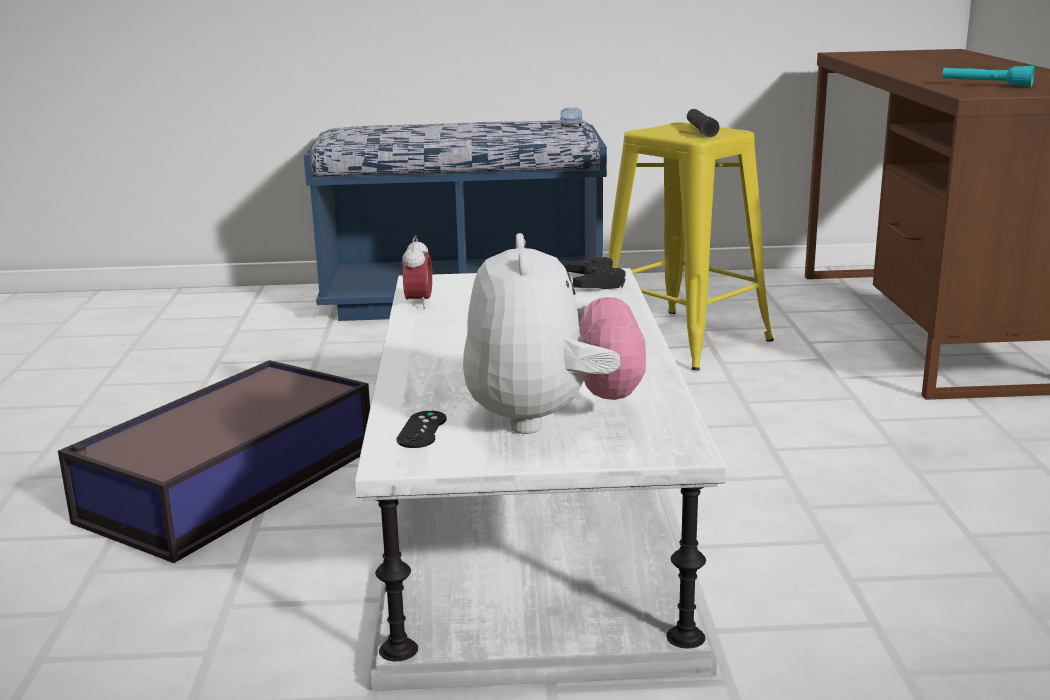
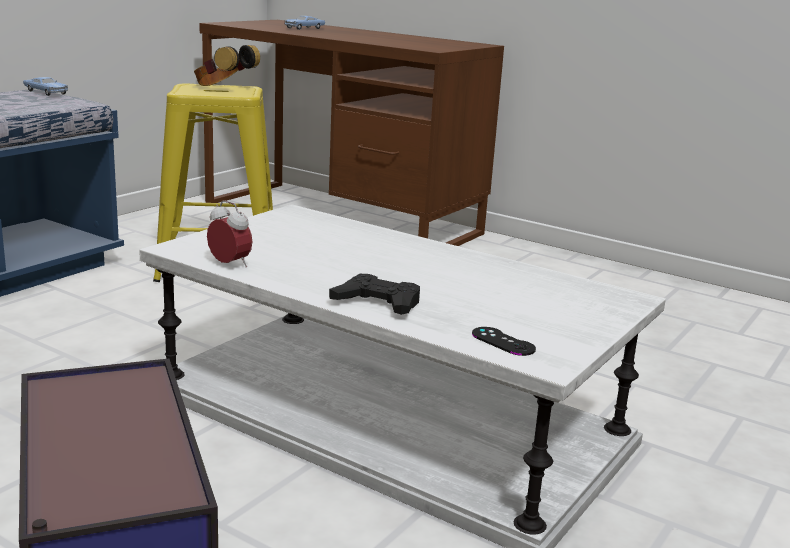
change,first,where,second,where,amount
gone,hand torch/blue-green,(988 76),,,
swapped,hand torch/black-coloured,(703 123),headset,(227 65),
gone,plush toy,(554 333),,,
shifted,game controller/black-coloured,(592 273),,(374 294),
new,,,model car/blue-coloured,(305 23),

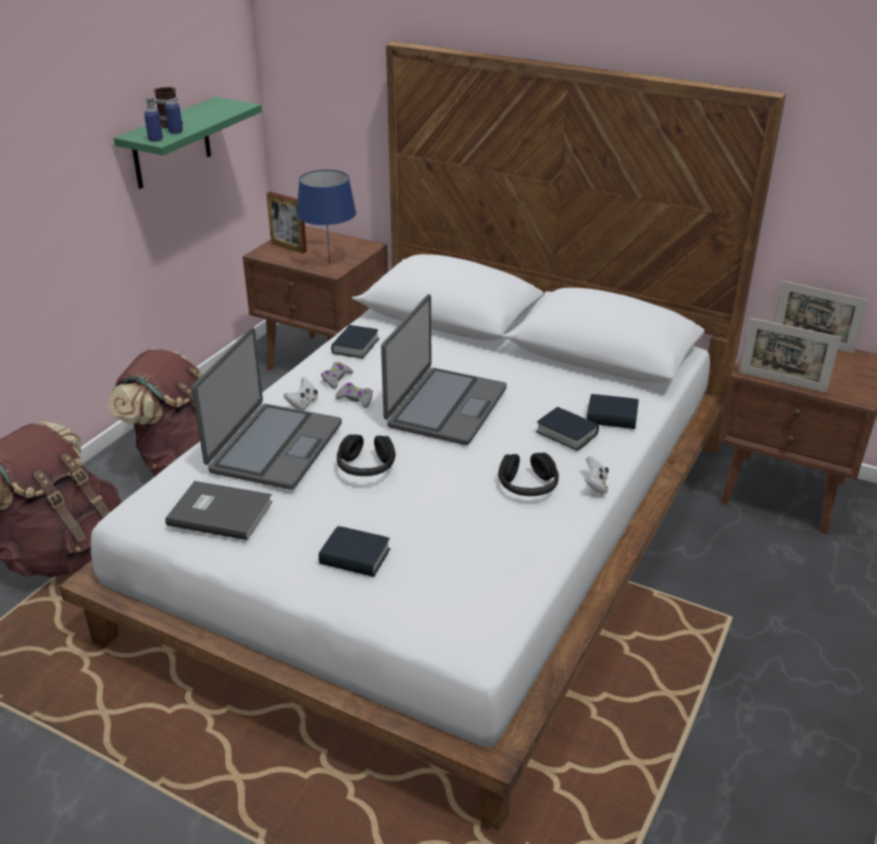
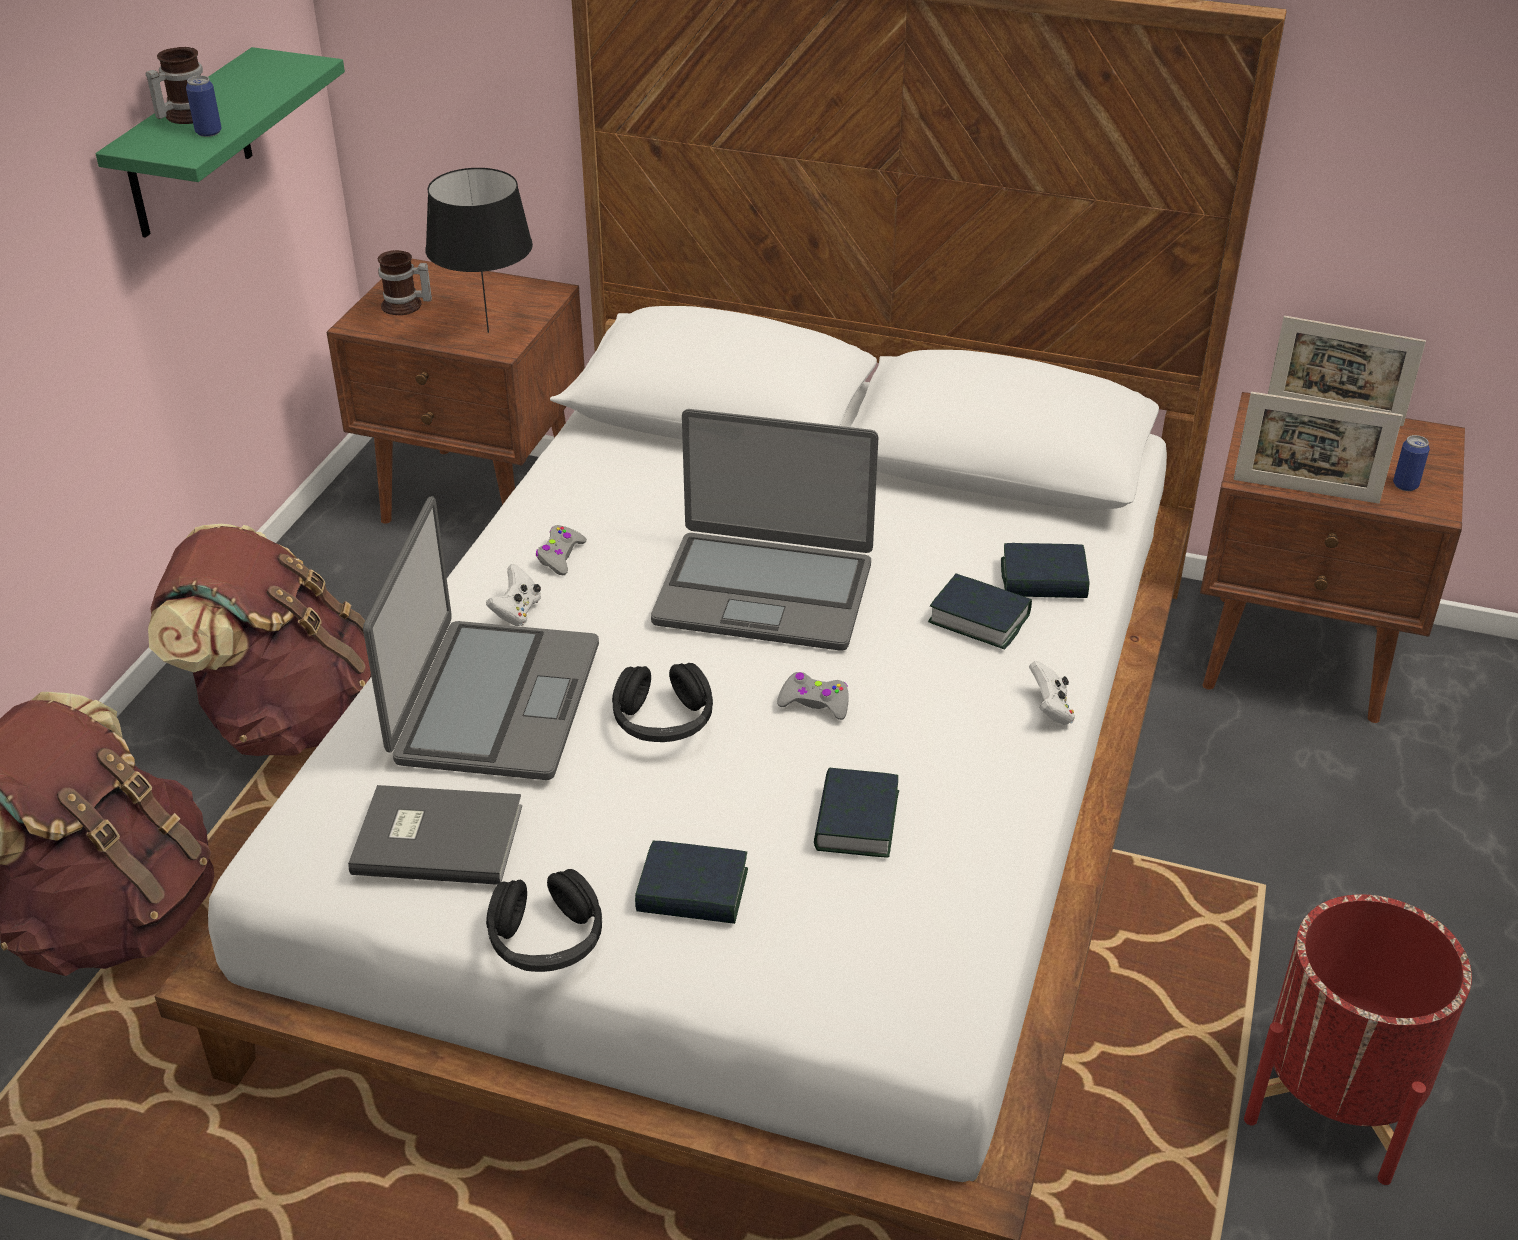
change,first,where,second,where,amount
shifted,can,(153 125),,(1411 463),
repainted,lamp for a table/blue-coloured,(326 216),lamp for a table/black-coloured,(479 250),
swapped,standing frame,(286 222),coffee mug,(405 282),
rotated,notebook computer,(444 369),,(764 530),90 degrees clockwise
shifted,volume,(355 341),,(856 813),
shifted,game controller/grey,(354 395),,(813 696),
shifted,headset/black-coloured,(528 474),,(544 920),
new,,,plant pot/red-coloured,(1358 1039),

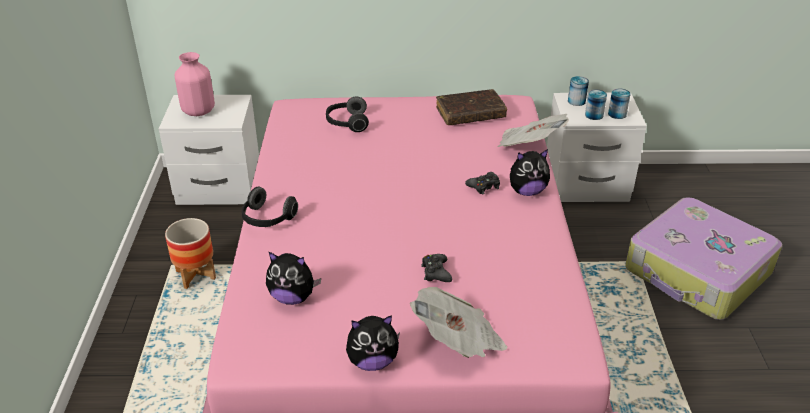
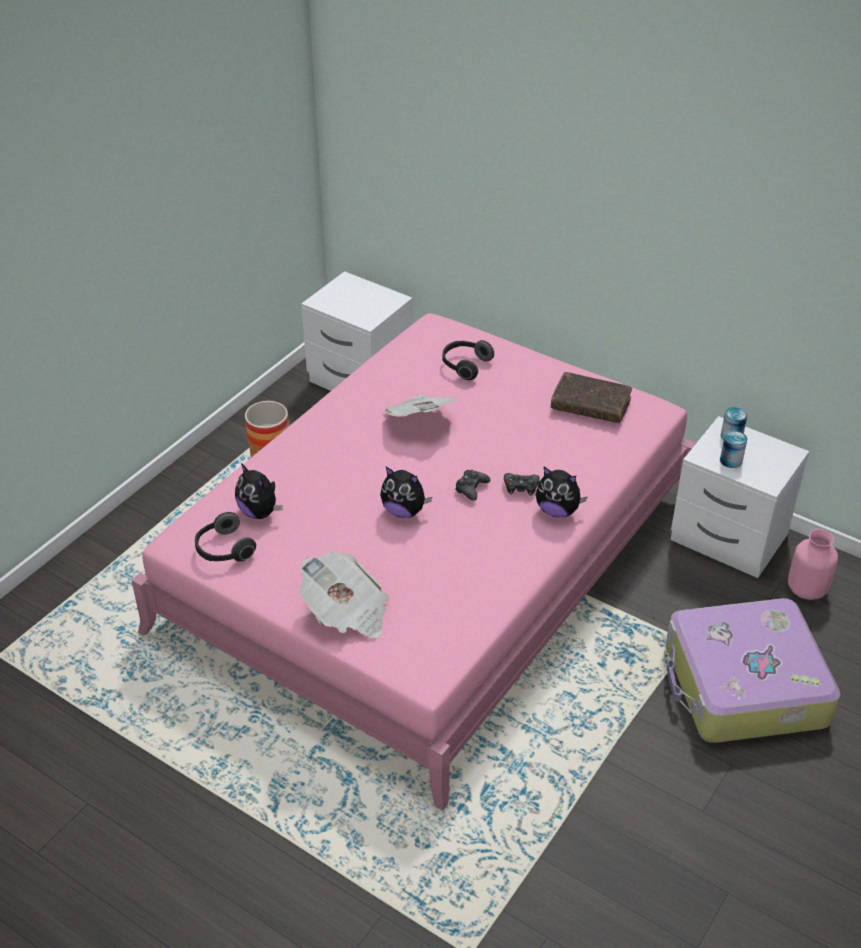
change,first,where,second,where,amount
shifted,decorative vase/pink,(195 84),,(813 564),
gone,can,(619 104),,,
shifted,printed paper,(533 130),,(420 406),
shifted,headset,(270 206),,(225 536),
shifted,game controller/black-coloured,(436 268),,(472 485),
shifted,plush toy,(373 343),,(406 492),

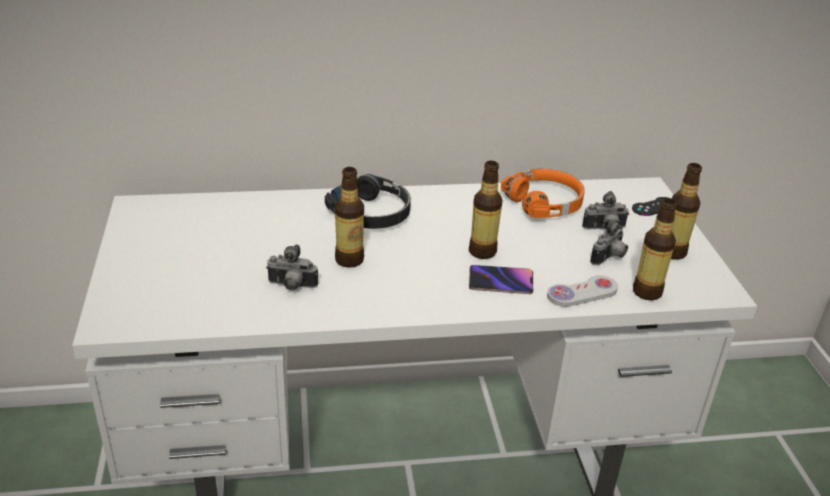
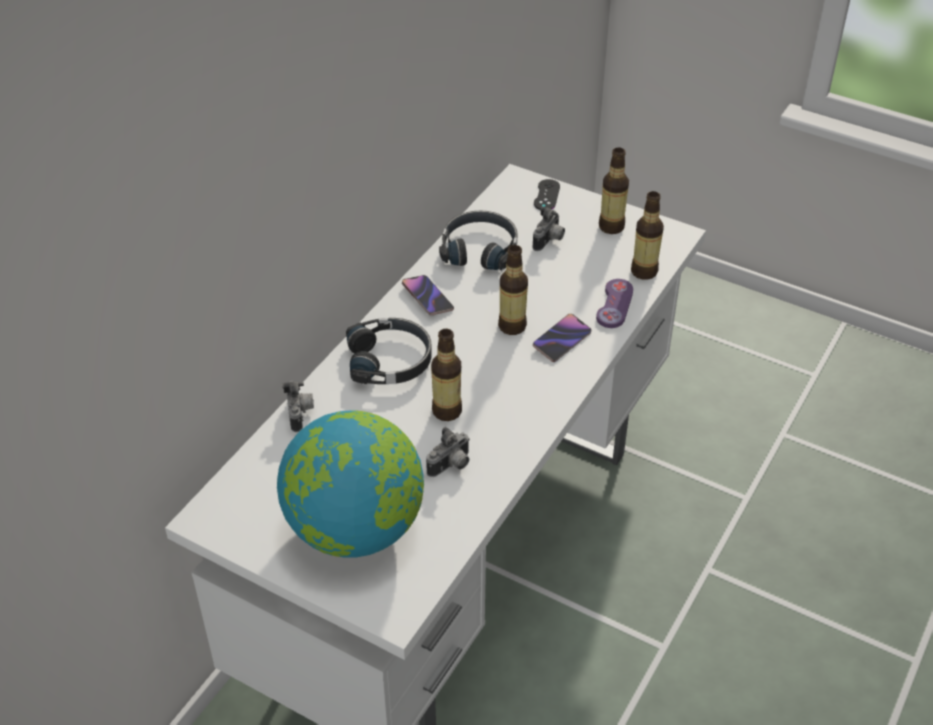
change,first,where,second,where,amount
repainted,headset/orange,(543 193),headset/black-coloured,(478 240),
shifted,photo camera,(609 241),,(298 406),
repainted,game controller/white,(582 291),game controller/purple,(614 303),
new,,,telephone,(428 295),
new,,,desk globe,(350 483),

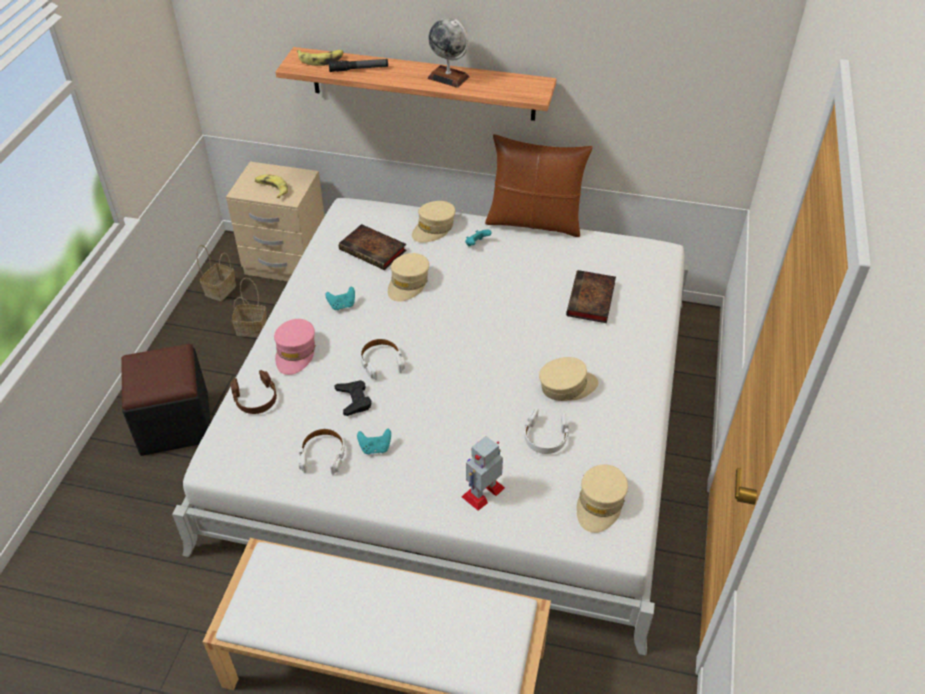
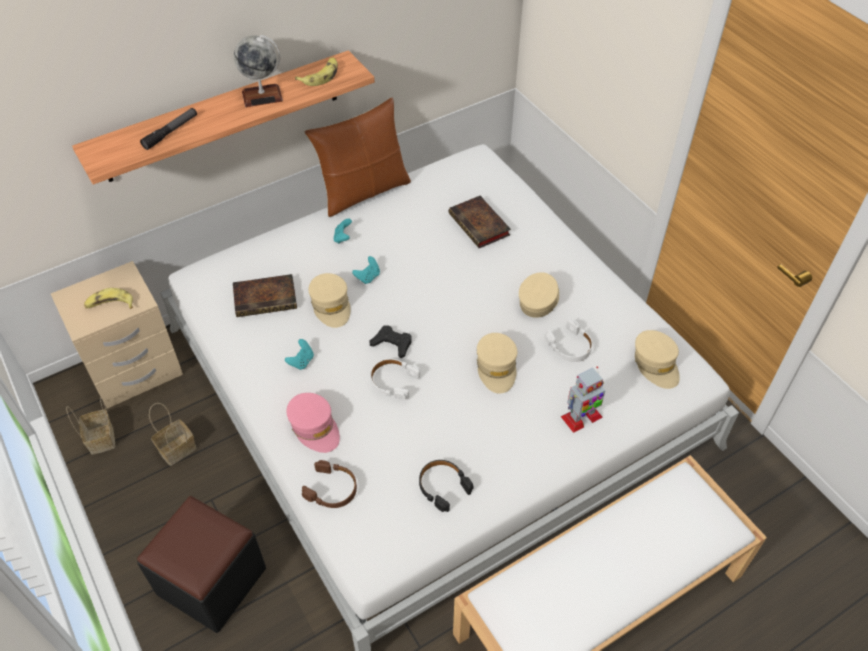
change,first,where,second,where,amount
shifted,whole banana,(320 58),,(316 71),
shifted,peaked cap/beige-coloured,(434 222),,(497 363),
shifted,game controller/black-coloured,(353 398),,(391 342),
repainted,headset/white,(321 451),headset/black-coloured,(446 486),
shifted,game controller/blue-green,(374 441),,(366 270),
rotated,robot figure,(483 473),,(583 399),120 degrees counterclockwise

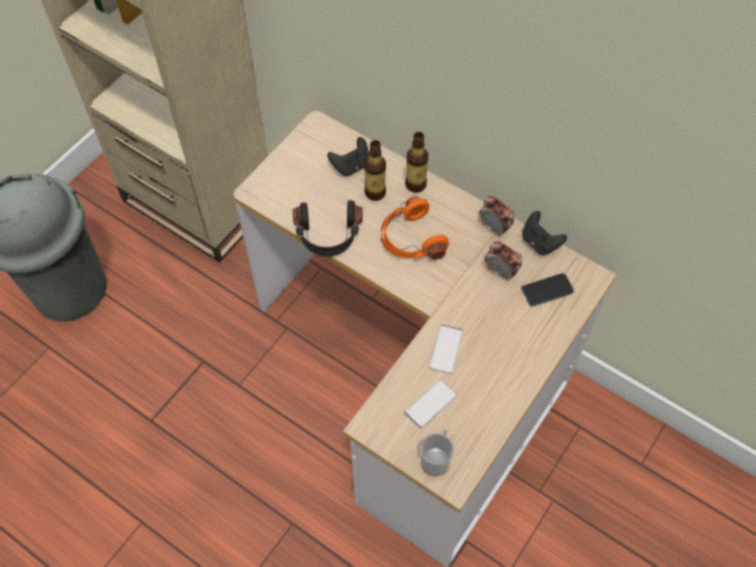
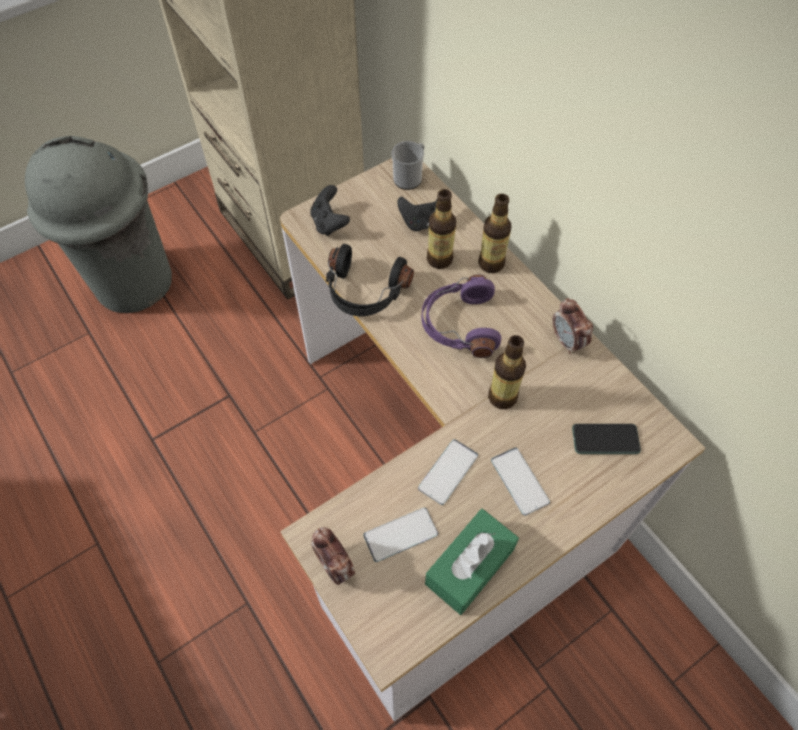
change,first,where,second,where,amount
repainted,headset/orange,(415 228),headset/purple,(461 316),
shifted,game controller/black-coloured,(544 233),,(330 210),
shifted,bedside clock,(503 261),,(333 556),
shifted,coffee mug,(437 453),,(408 165),
new,,,bottle,(507 372),
new,,,telephone,(520 482),
new,,,box of tissues/green-coloured,(472 562),

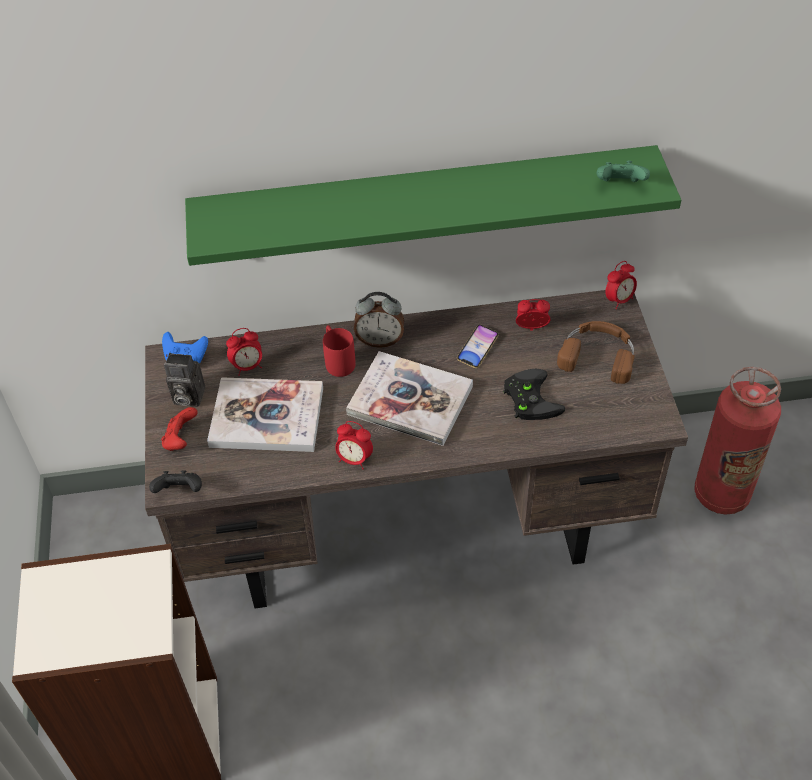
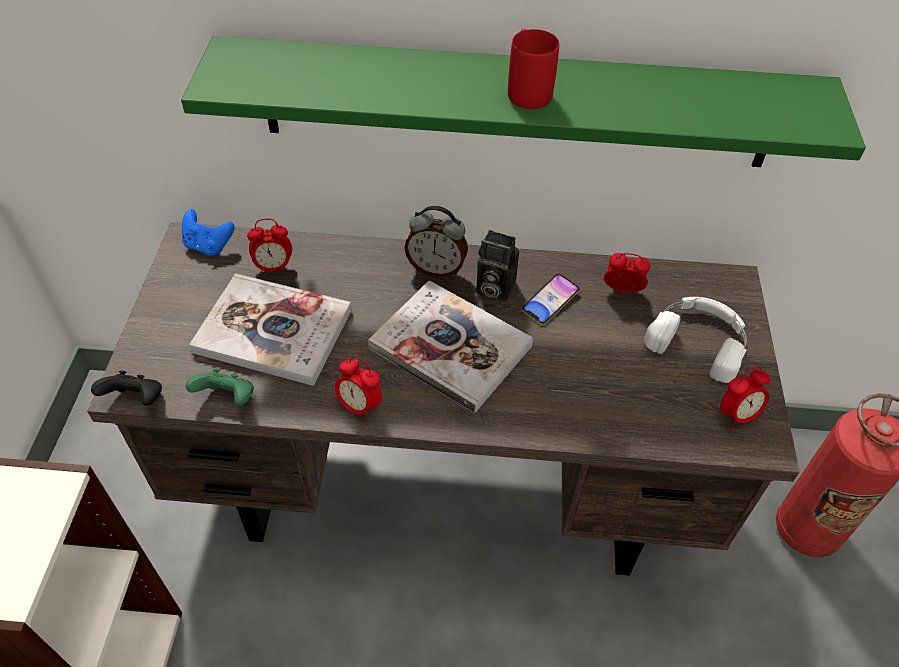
change,first,where,second,where,amount
shifted,game controller/green-coloured,(623 171),,(220 387),
shifted,bedside clock,(621 285),,(745 398),
repainted,headset/brownish,(596 352),headset/white,(695 340),
shifted,coffee mug/red-coloured,(339 351),,(533 69),
shifted,photo camera,(184 380),,(497 266),
gone,game controller/black-coloured,(534 394),,,
gone,game controller/red-coloured,(179 429),,,

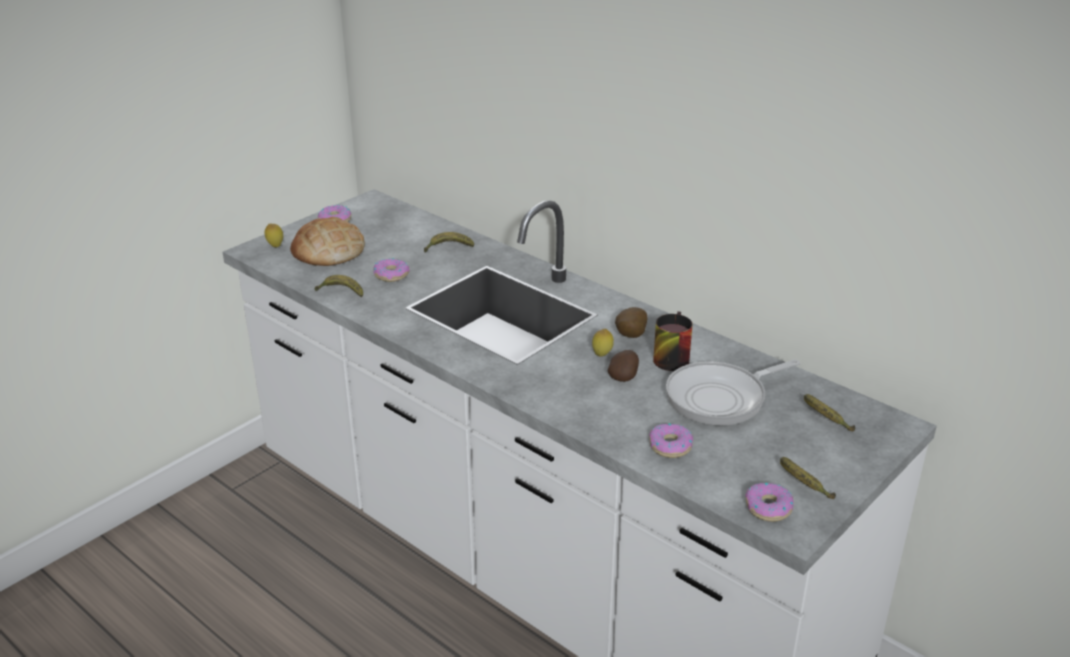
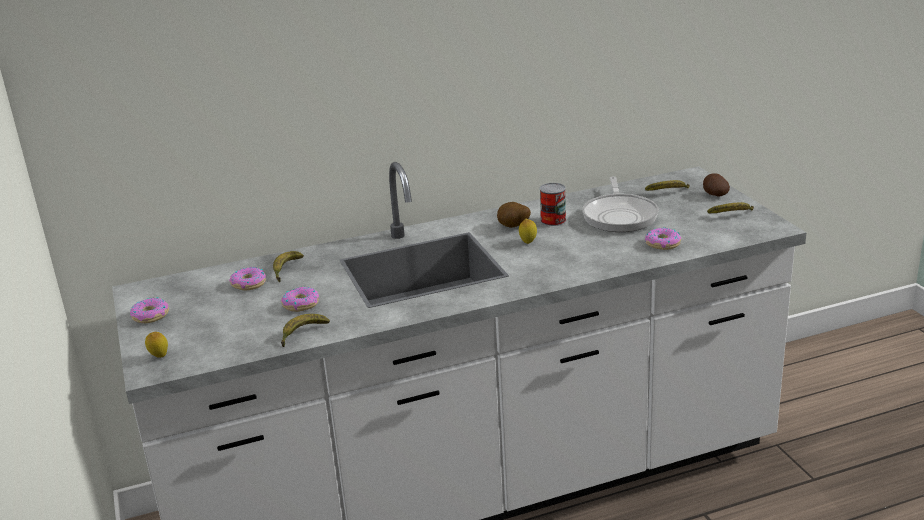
change,first,where,second,where,amount
gone,baked bread,(327 241),,,
swapped,coffee mug,(673 341),can,(552 204),
shifted,spud,(623 366),,(716 185),
shifted,donut,(769 502),,(247 278),

